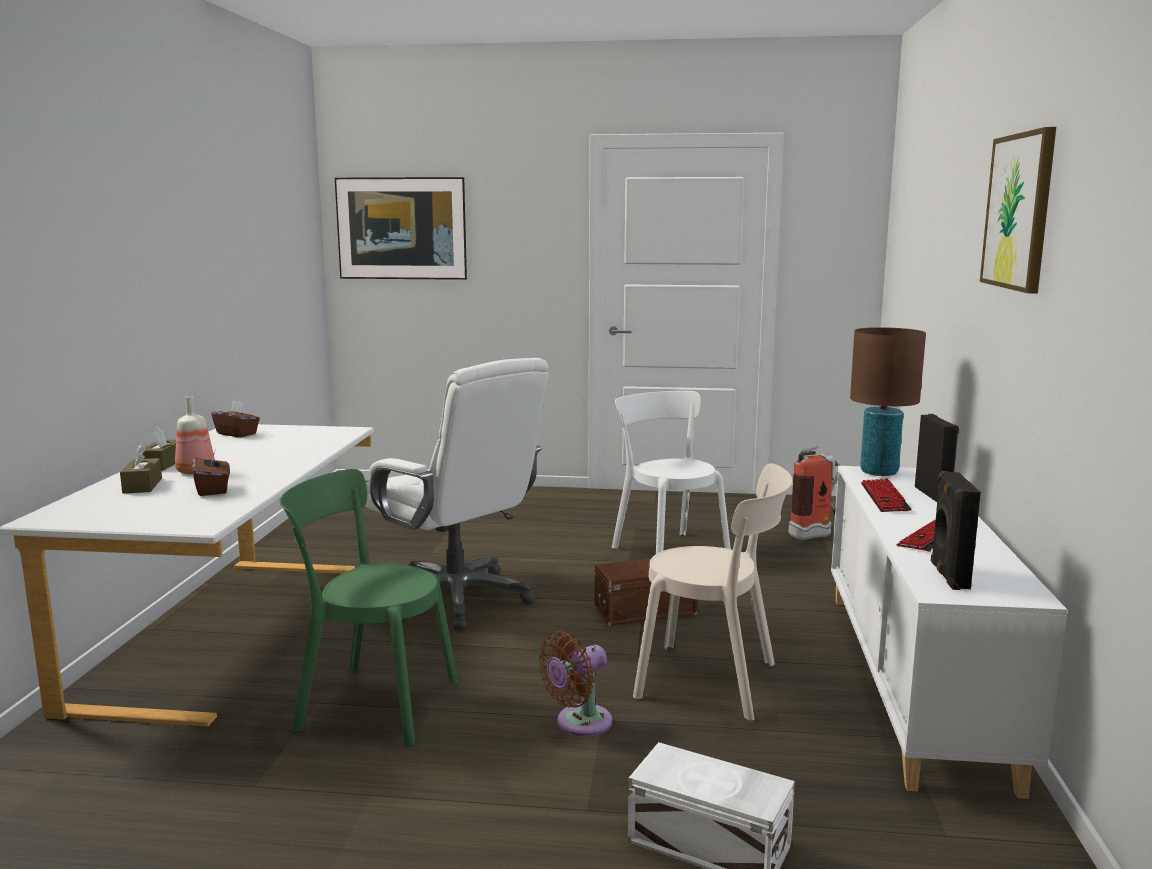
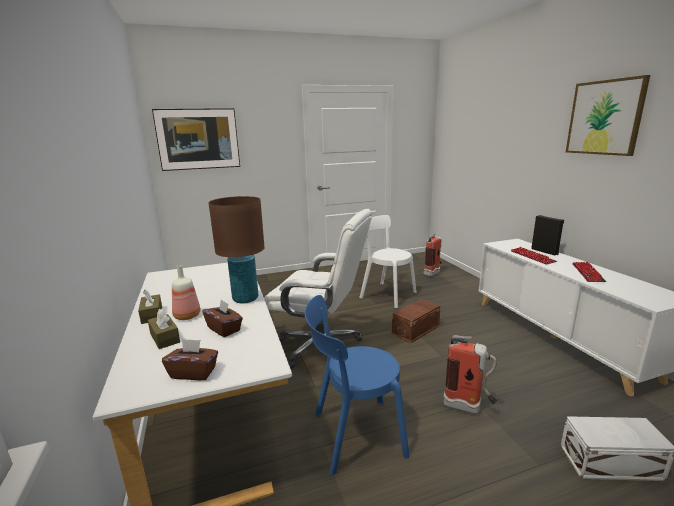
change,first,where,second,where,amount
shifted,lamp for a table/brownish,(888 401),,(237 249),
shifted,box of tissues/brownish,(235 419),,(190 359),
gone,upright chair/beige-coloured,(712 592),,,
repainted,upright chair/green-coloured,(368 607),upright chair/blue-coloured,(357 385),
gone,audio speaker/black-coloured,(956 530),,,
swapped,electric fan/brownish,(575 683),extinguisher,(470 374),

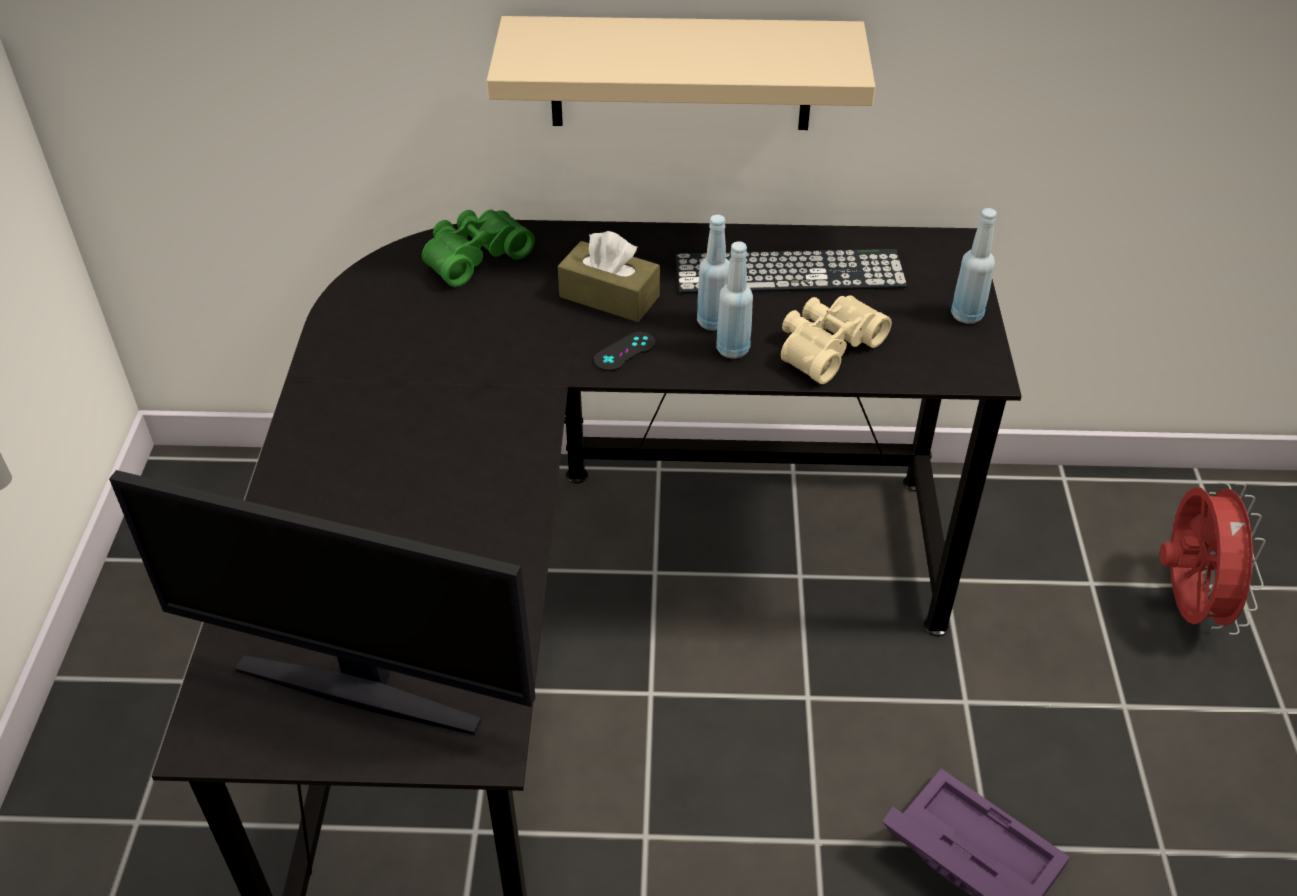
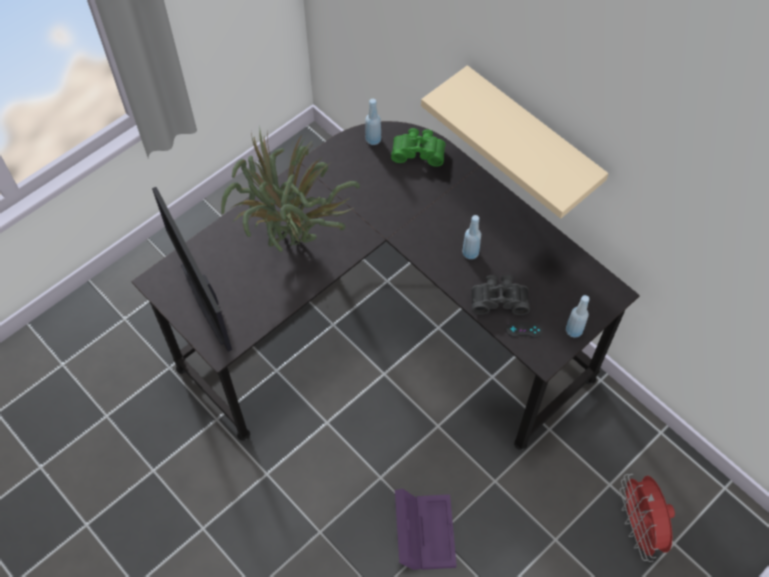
change,first,where,second,where,amount
gone,box of tissues/brownish,(609 276),,,
shifted,bottle/blue-coloured,(734 300),,(373 122),
gone,PC keyboard,(791 271),,,
repainted,pair of binoculars/beige-coloured,(836 339),pair of binoculars/black-coloured,(500 295),
shifted,game controller/black-coloured,(624 351),,(524 330),
rotated,electric fan/red-coloured,(1212 558),,(647 518),120 degrees clockwise
new,,,plant in a pot,(290 191),

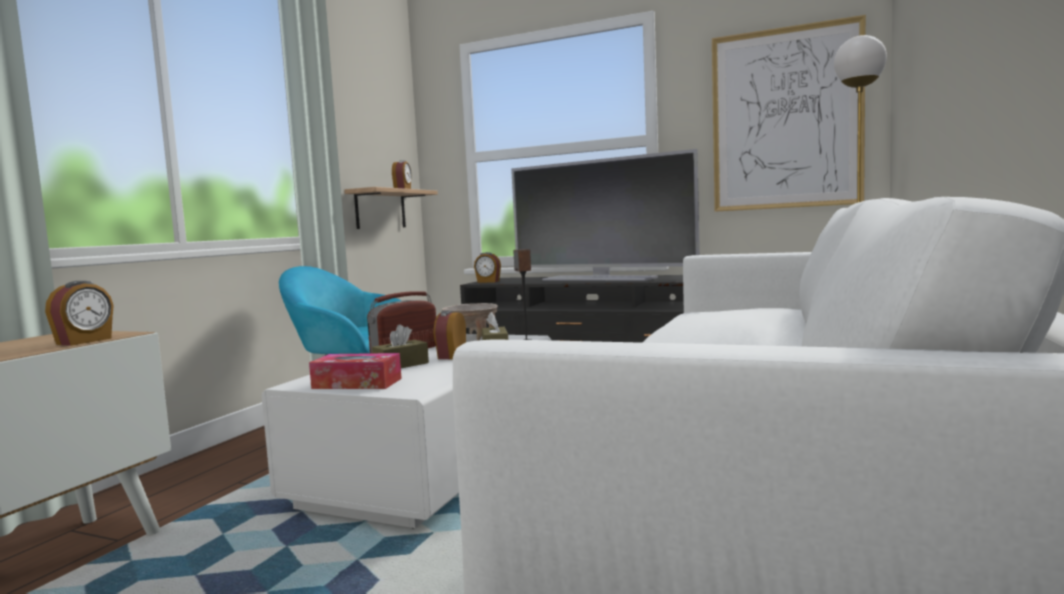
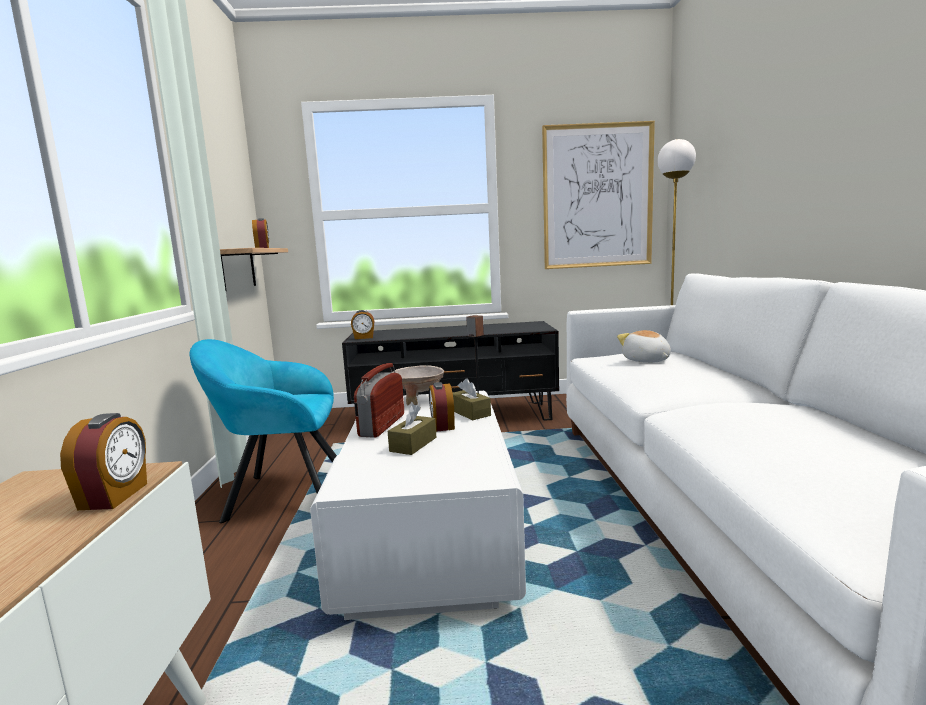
change,first,where,second,where,amount
gone,TV,(605 215),,,
gone,box of tissues,(355 371),,,
new,,,plush toy,(644 346),

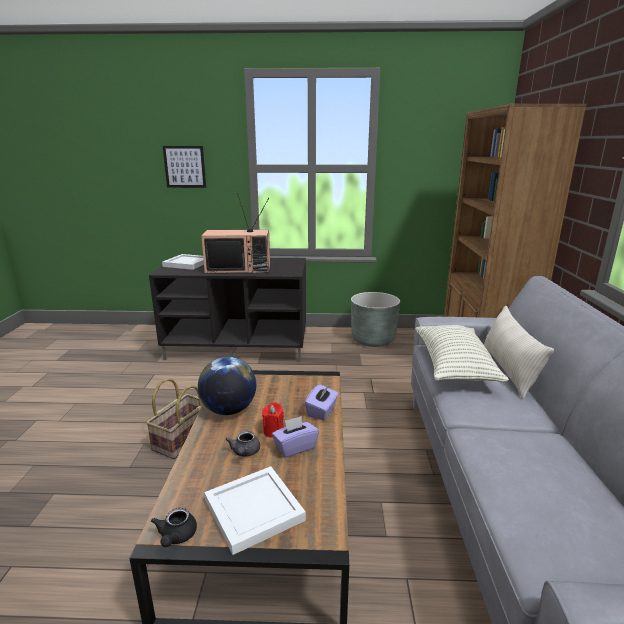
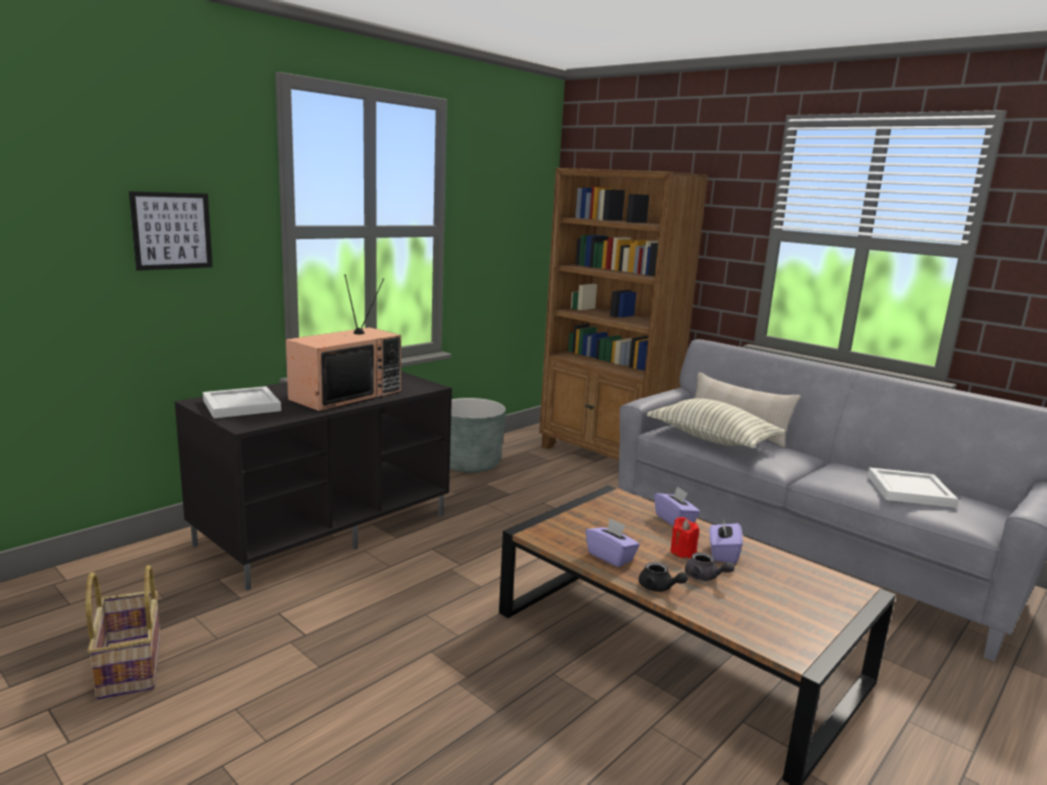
change,first,where,second,where,amount
swapped,desk globe,(227 385),box of tissues/purple,(613 542),
shifted,storage basket,(174 418),,(123 632),
shifted,serving tray/white,(255 510),,(912 487),
shifted,tea pot/black-coloured,(174 527),,(663 577),

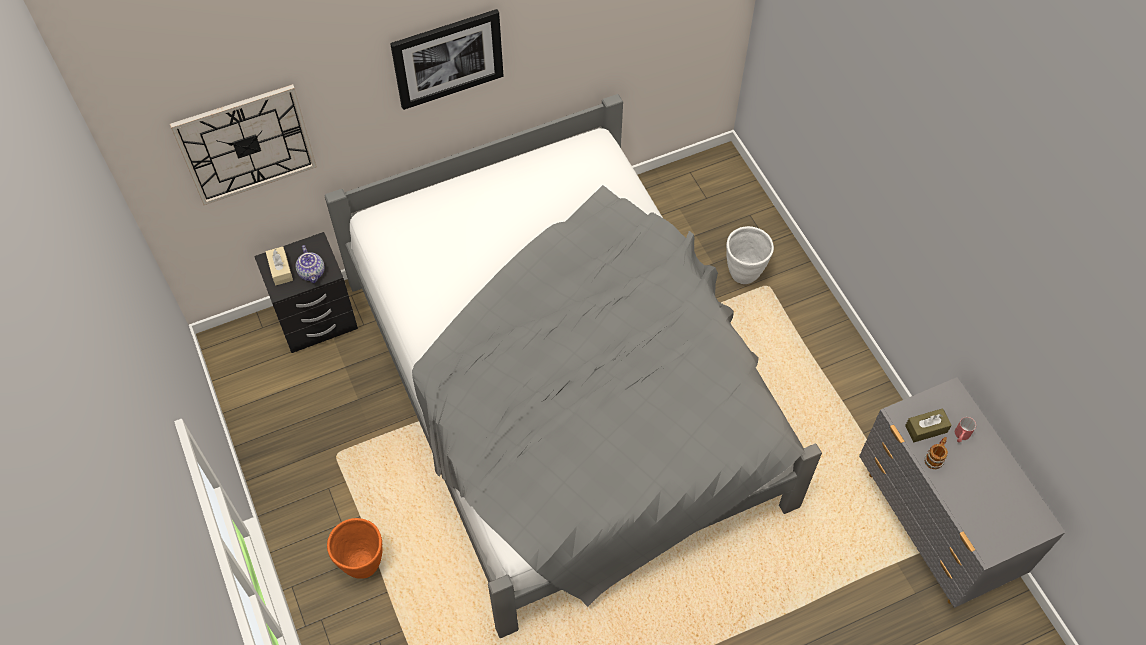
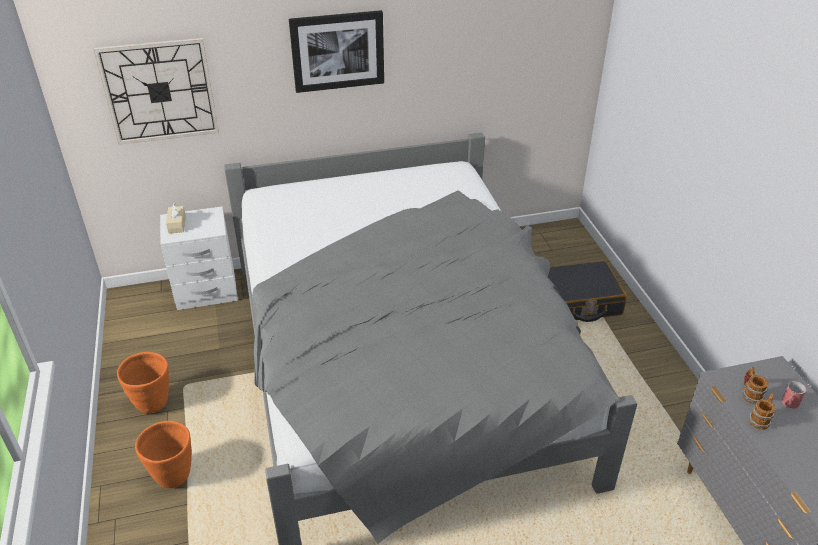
change,first,where,second,where,amount
swapped,plant pot/white,(750 255),suitcase/black-coloured,(587 291),
repainted,night table/black-coloured,(306 292),night table/white,(199 258),
gone,tea pot,(310 264),,,
swapped,box of tissues/brownish,(928 425),coffee mug,(756 385),
new,,,plant pot/orange,(143 383),

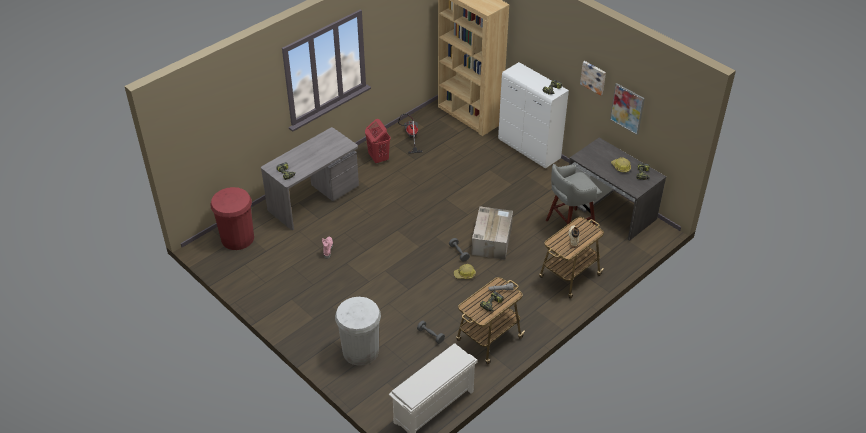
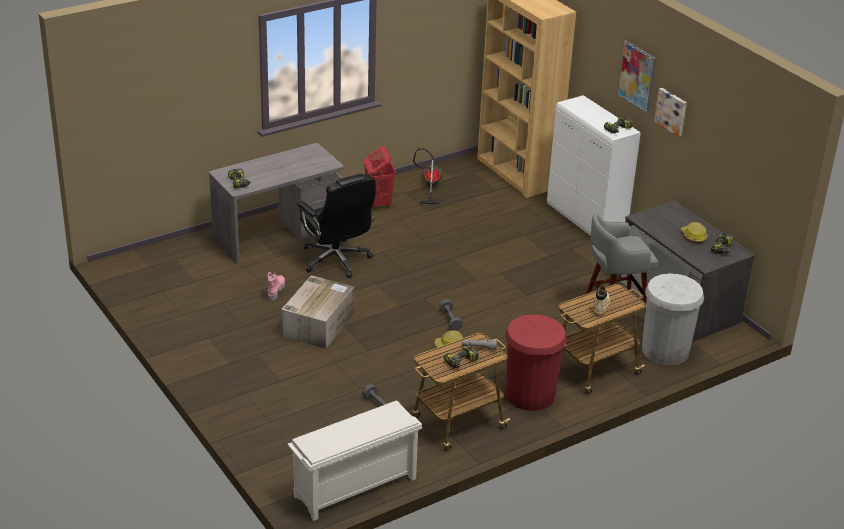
change,first,where,second,where,amount
shifted,wall art,(627 109),,(636 76),
shifted,rubbish bin/red-coloured,(232 218),,(536 363),
shifted,carton,(492 233),,(317 312),
shifted,rubbish bin/white,(358 331),,(673 319),
new,,,office chair/black-coloured,(336 226),

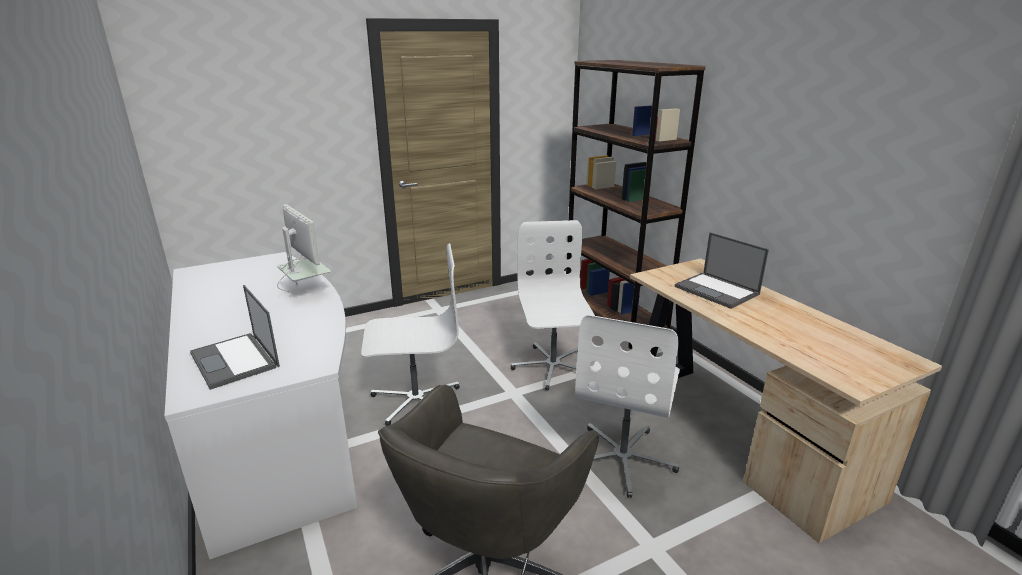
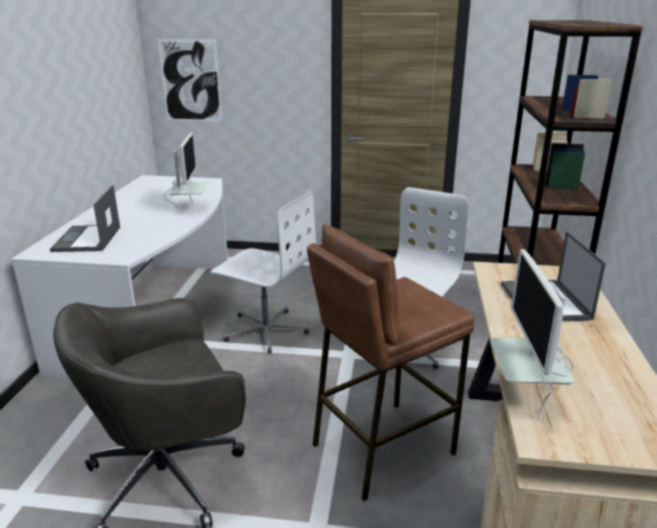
change,first,where,second,where,amount
swapped,office chair/white,(627 406),sitting stool/brownish,(390 362),
new,,,wall art,(190 80),
new,,,computer display,(532 335),

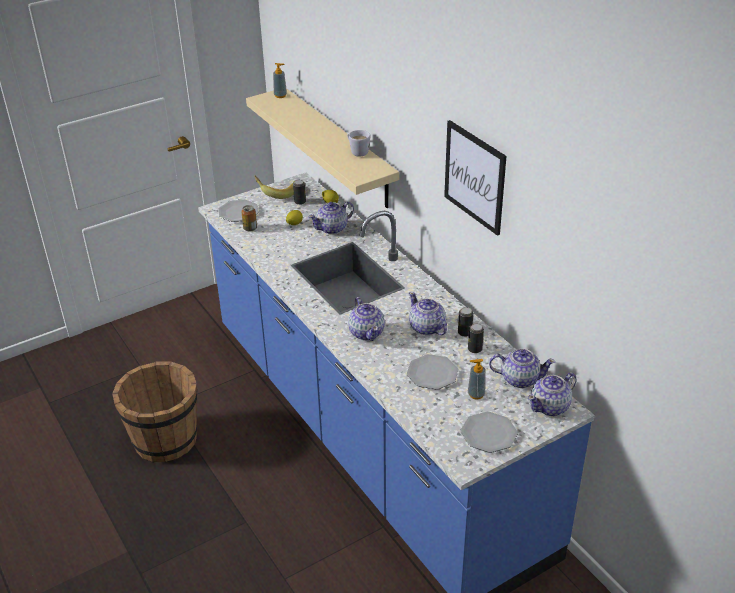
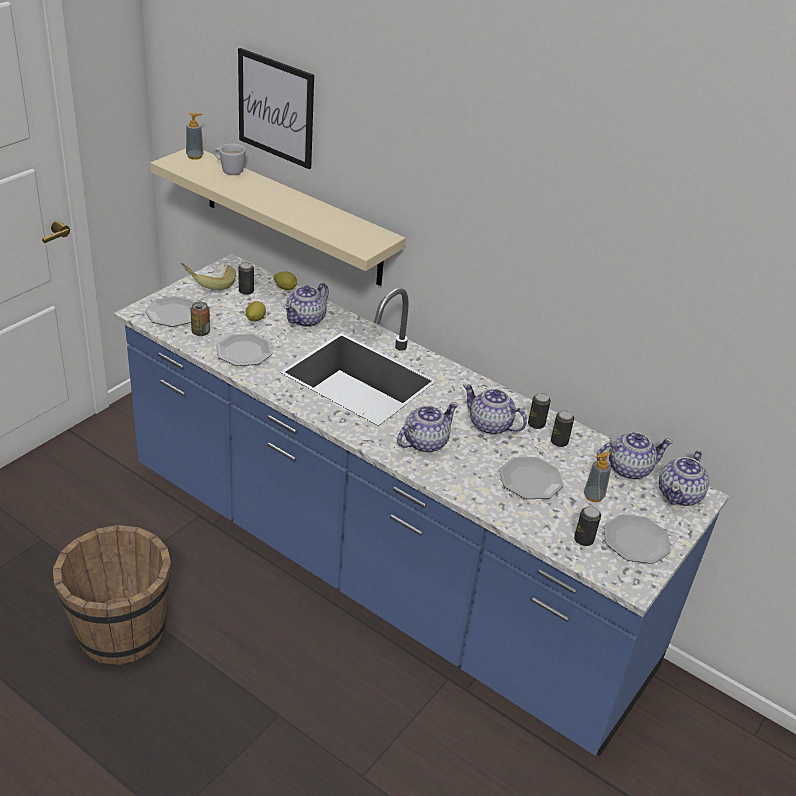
change,first,where,second,where,amount
shifted,wall art,(475 178),,(276 108),
shifted,coffee mug/white,(358 143),,(230 159),
rotated,tea pot,(366 319),,(427 427),90 degrees counterclockwise
new,,,plate,(244 349),
new,,,can,(587 526),

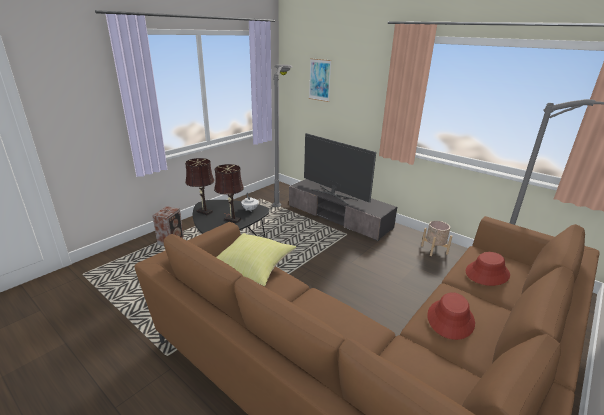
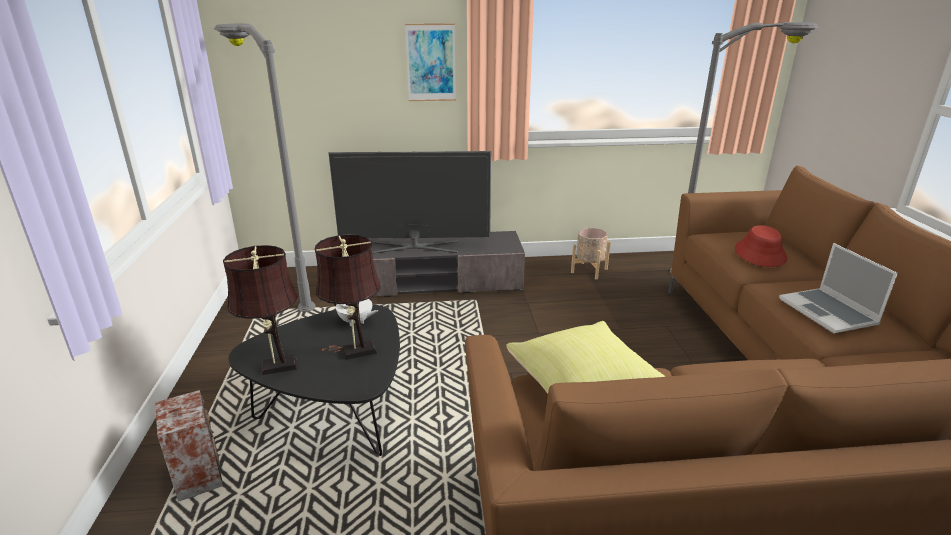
change,first,where,second,where,amount
shifted,wall art,(320 80),,(430 62),
swapped,hat/red-coloured,(451 316),notebook computer,(838 288),

